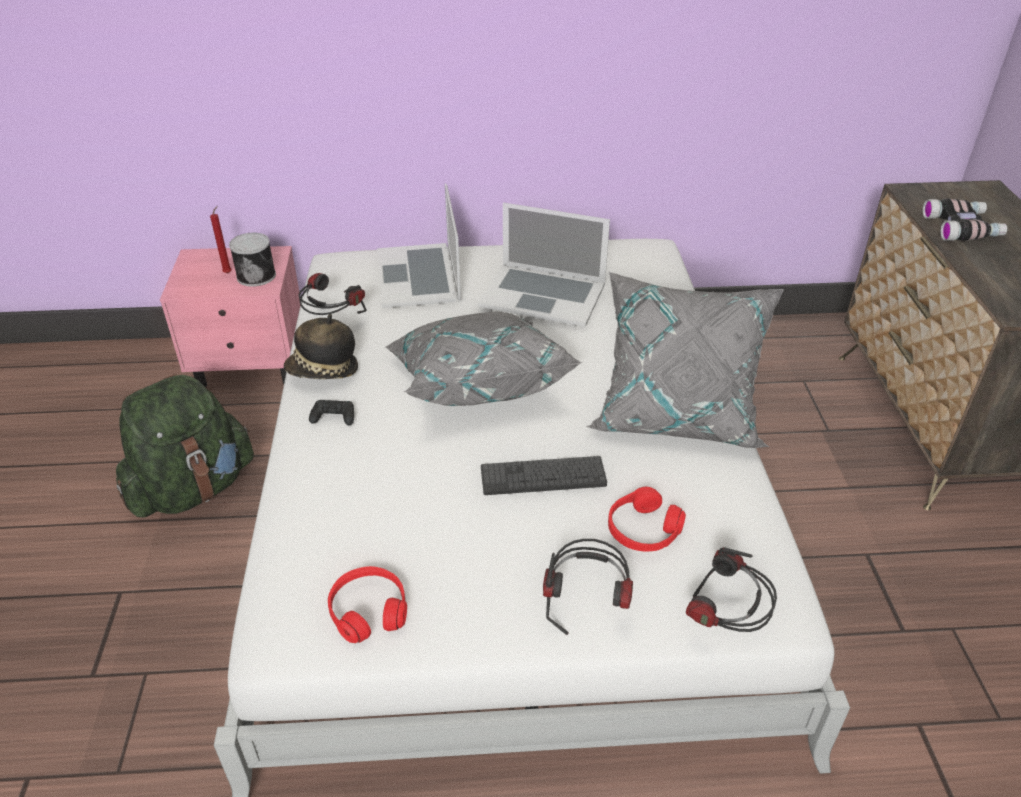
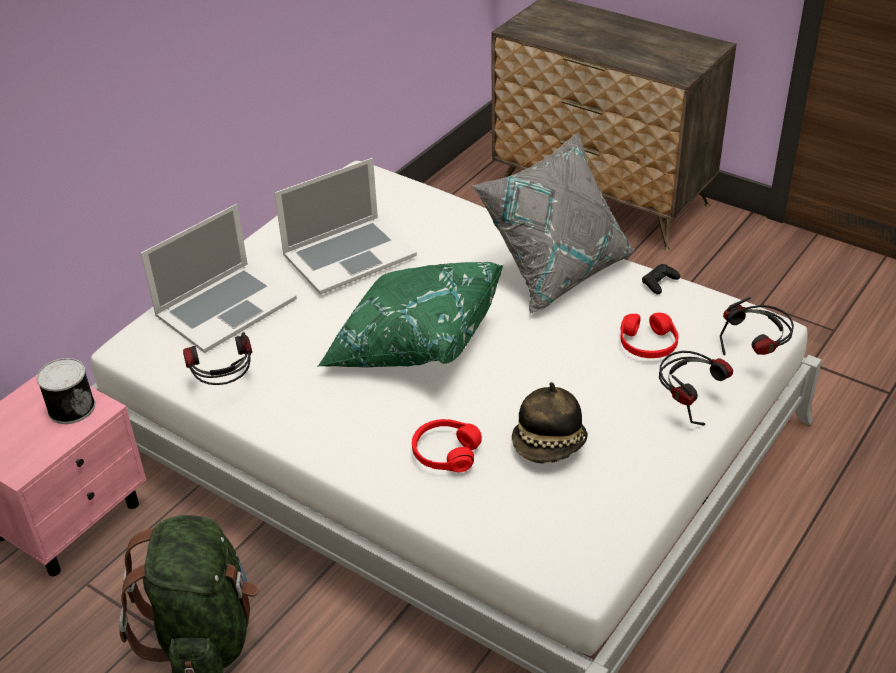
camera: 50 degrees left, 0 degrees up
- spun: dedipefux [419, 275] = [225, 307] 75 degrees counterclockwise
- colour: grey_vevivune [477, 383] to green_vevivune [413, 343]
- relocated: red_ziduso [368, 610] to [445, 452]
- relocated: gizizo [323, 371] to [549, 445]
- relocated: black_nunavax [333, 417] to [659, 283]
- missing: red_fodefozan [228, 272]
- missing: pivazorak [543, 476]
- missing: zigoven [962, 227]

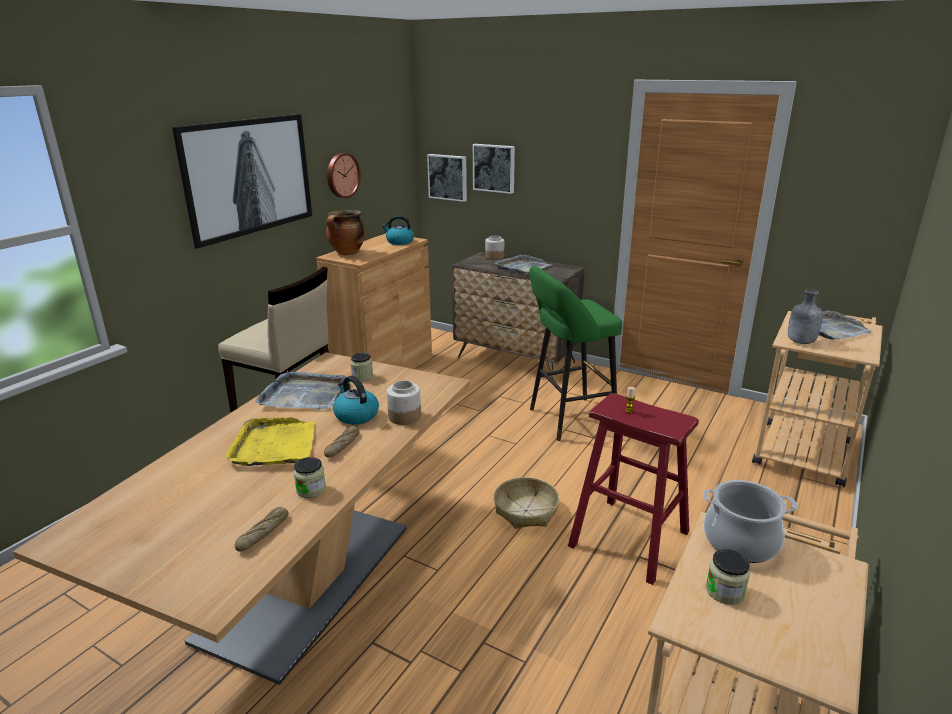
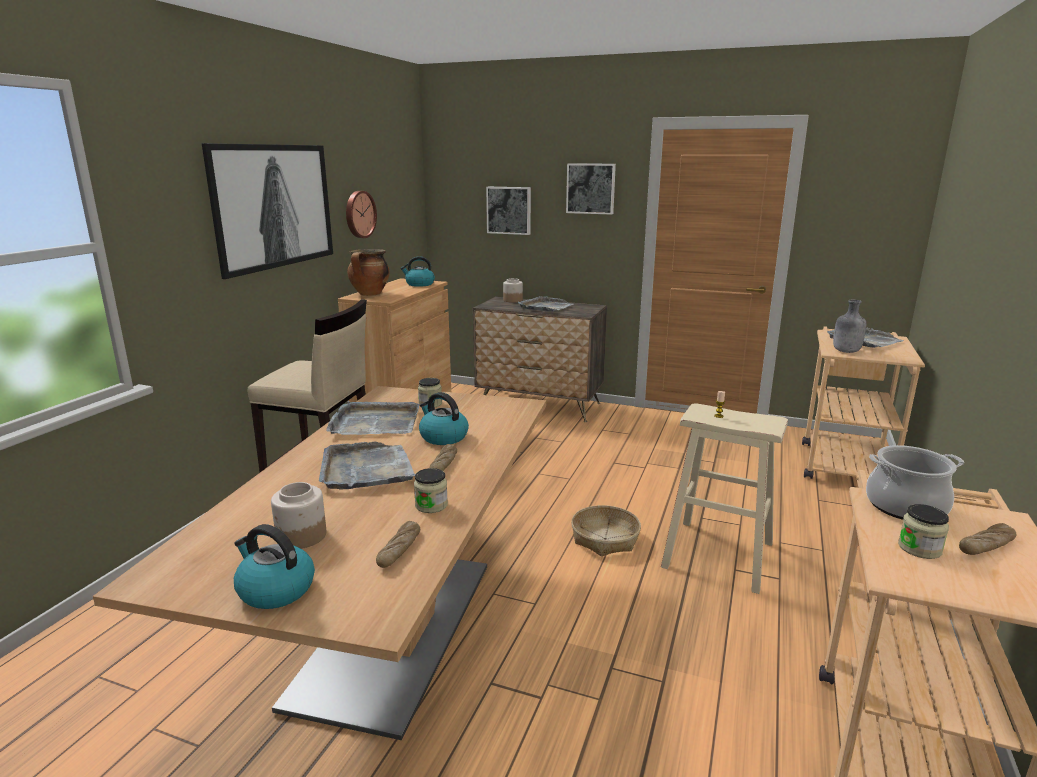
camera: 10 degrees left, 5 degrees down
- appeared: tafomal [275, 590]
- relocated: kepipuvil [404, 417] to [301, 536]
- colour: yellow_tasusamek [274, 445] to grey_tasusamek [367, 469]
- relocated: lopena [448, 177] to [591, 188]
- colour: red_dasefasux [629, 539] to beige_dasefasux [718, 554]
- appeared: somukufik [986, 546]
- missing: green_dasefasux [567, 419]

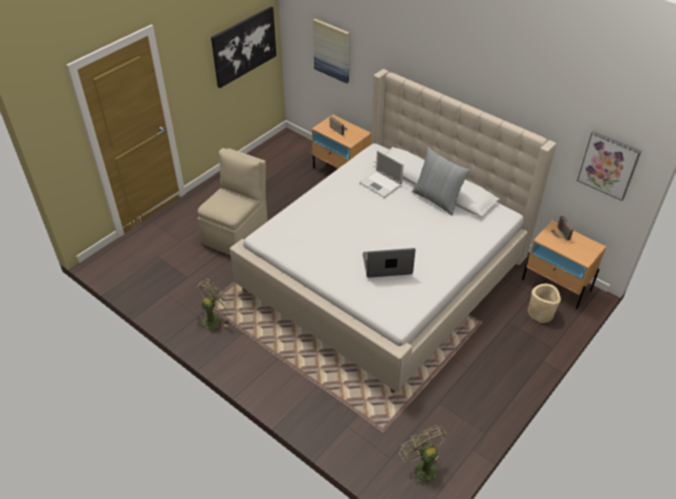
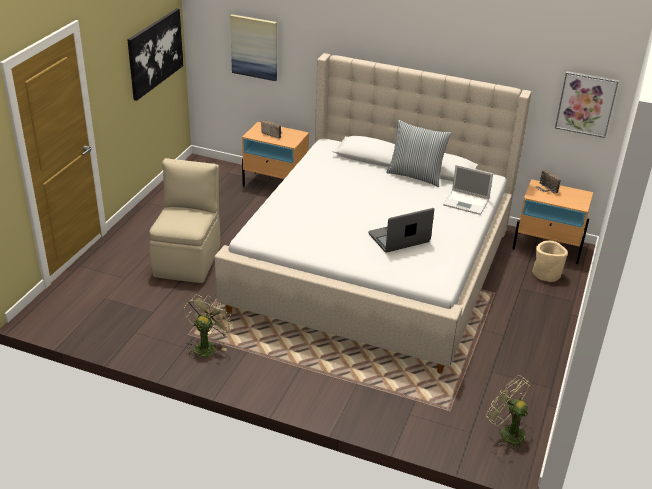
camera: 20 degrees left, 10 degrees down
- relocated: dedipefux [381, 184] to [467, 202]

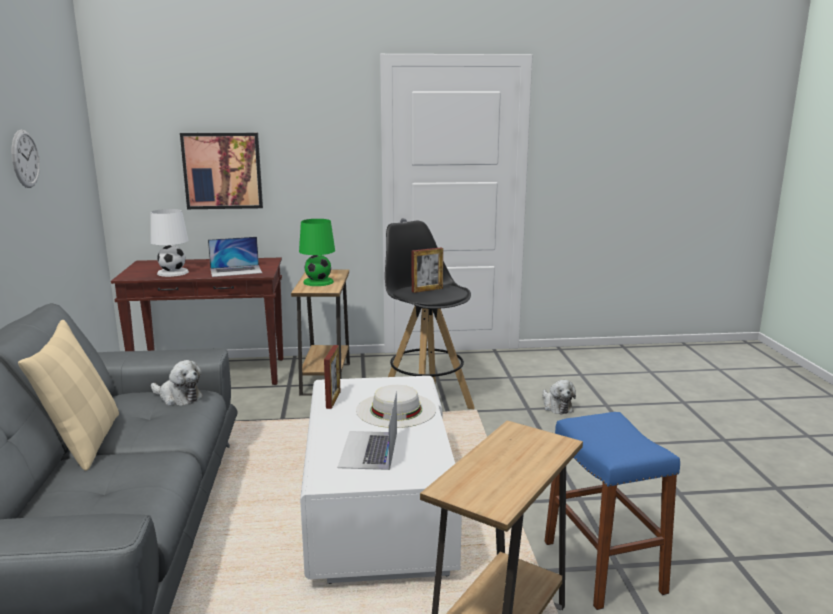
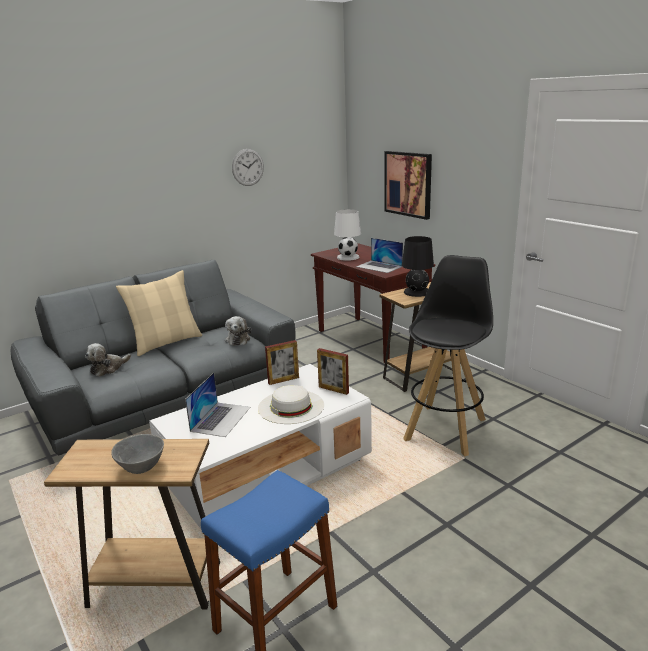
camera: 60 degrees right, 5 degrees up
- relocated: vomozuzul [556, 406] to [108, 368]
- appeared: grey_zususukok [141, 468]
- spun: dedipefux [369, 449] = [221, 419] 135 degrees clockwise
- relocated: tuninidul [427, 290] to [333, 390]
- colour: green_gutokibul [318, 282] to black_gutokibul [416, 292]

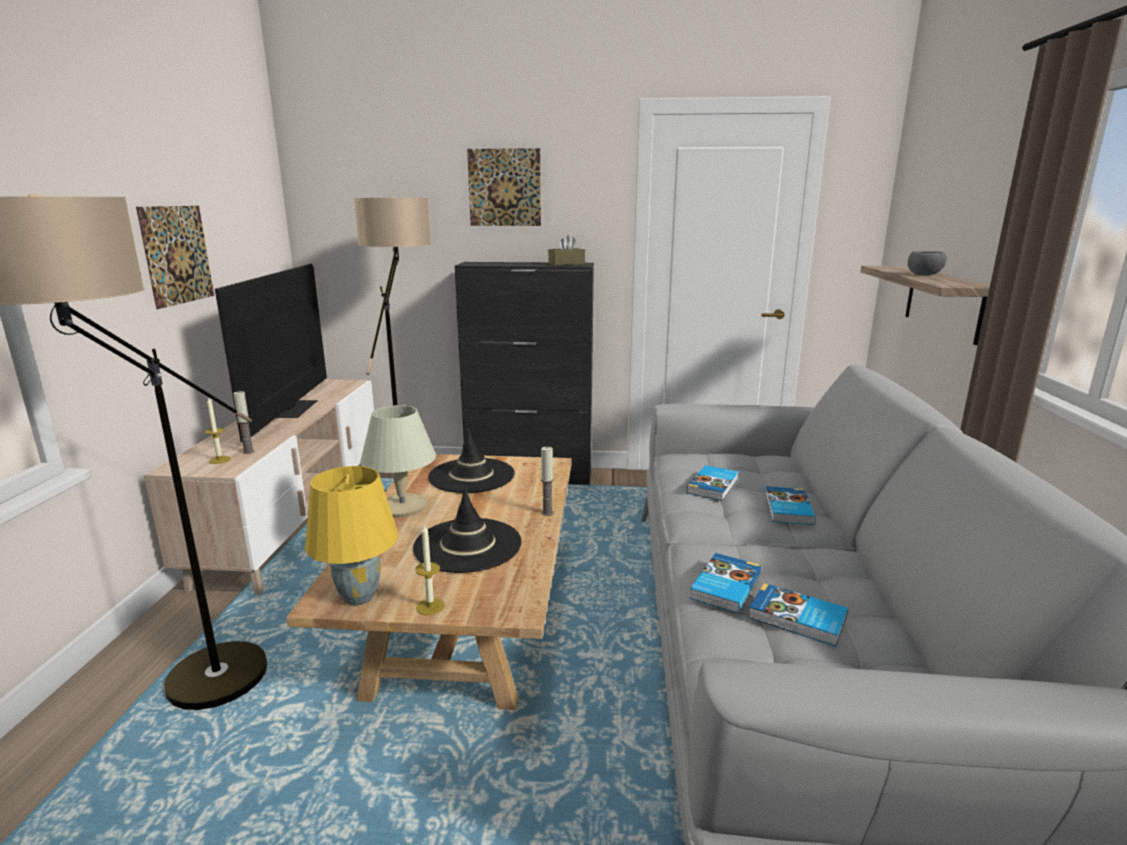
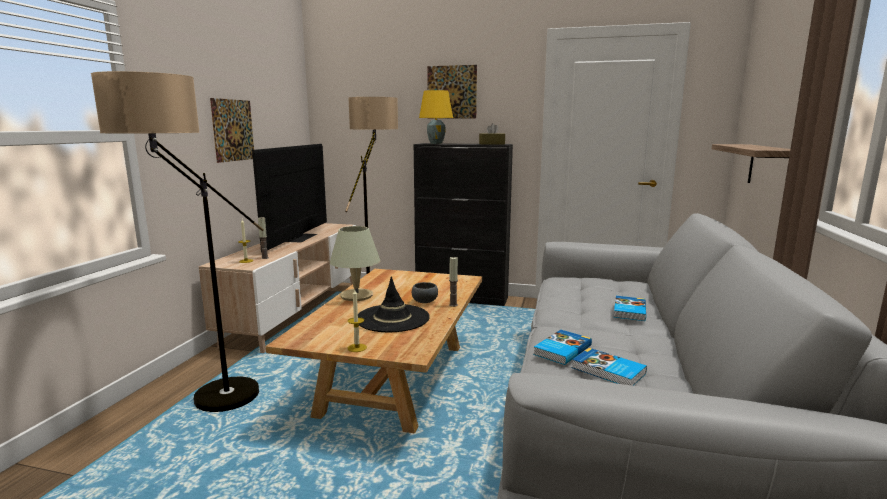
camera: 10 degrees right, 5 degrees down
- relocated: grey_zususukok [925, 275] to [425, 302]
- relocated: yellow_gutokibul [359, 596] to [436, 143]
- missing: black_gizizo [472, 476]
- missing: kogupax [714, 486]

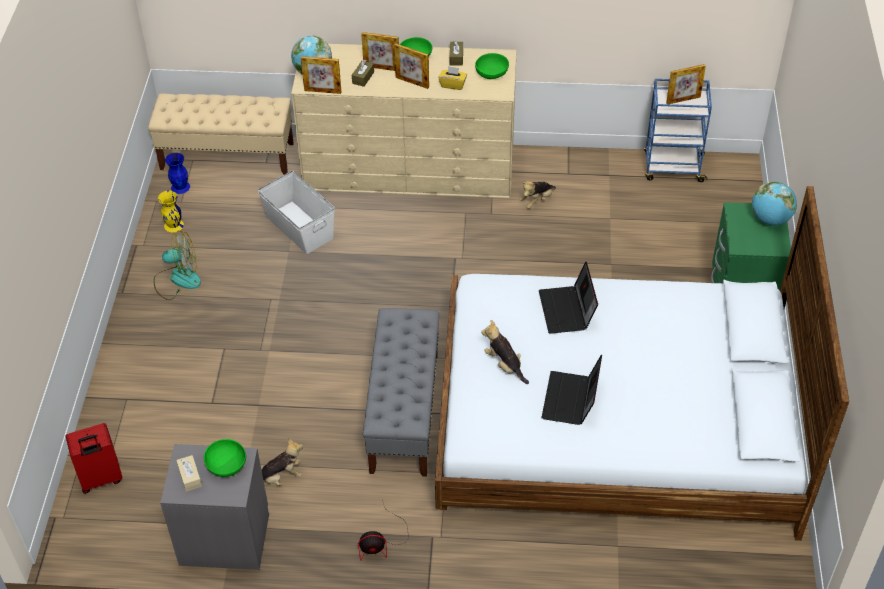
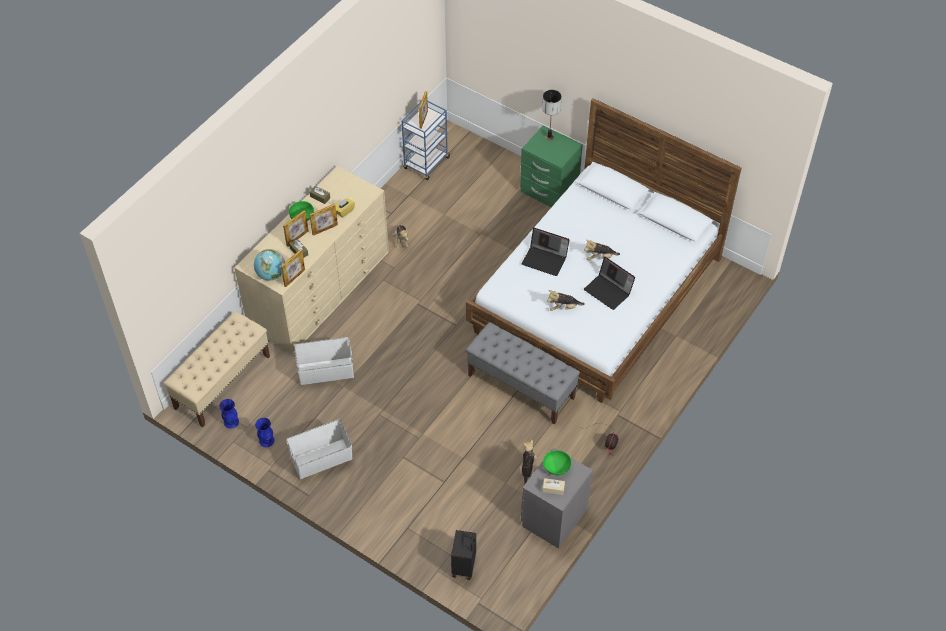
camera: 60 degrees left, 5 degrees up
- colour: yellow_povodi [173, 225] to blue_povodi [267, 440]
- exchanged: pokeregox [177, 279] to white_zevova [321, 458]
- colour: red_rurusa [101, 479] to black_rurusa [464, 566]
- exchanged: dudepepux [770, 219] to gutokibul [549, 137]
- appeared: vomozuzul [599, 257]
- missing: green_zususukok [492, 74]

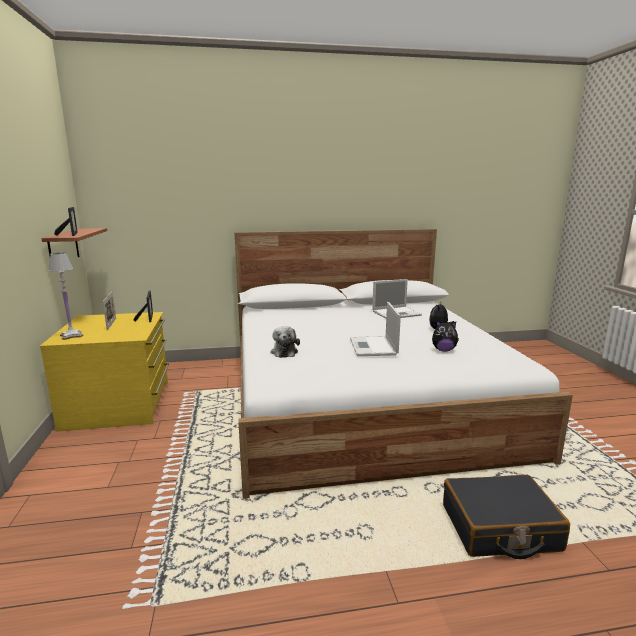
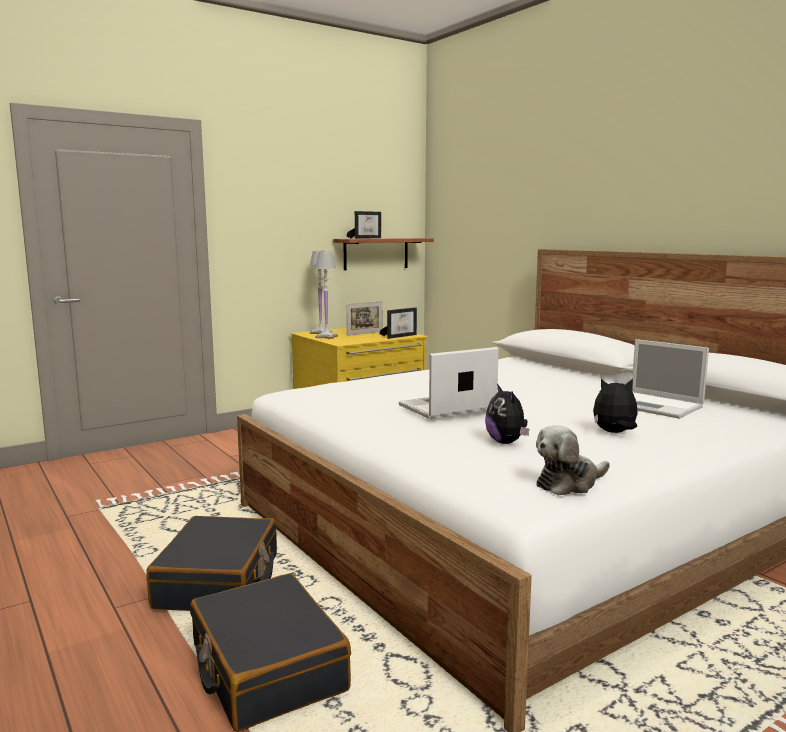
camera: 65 degrees right, 5 degrees down
- appeared: black_rurusa [219, 581]
- appeared: white_gutokibul [327, 337]
- relocated: vomozuzul [284, 352] to [569, 483]

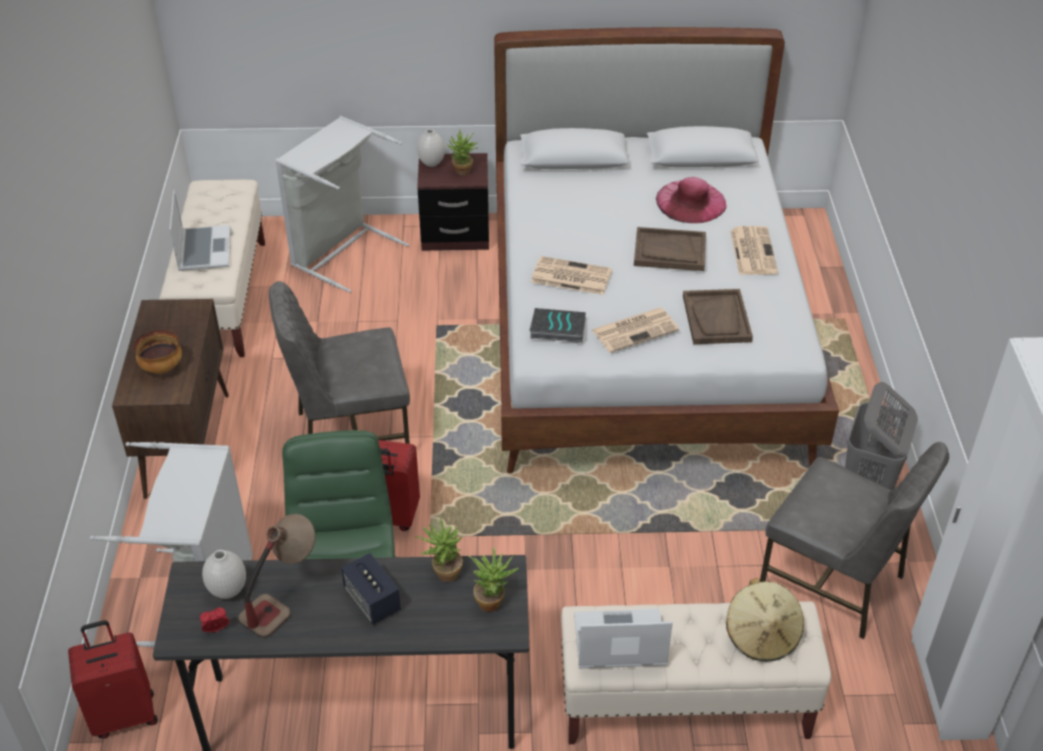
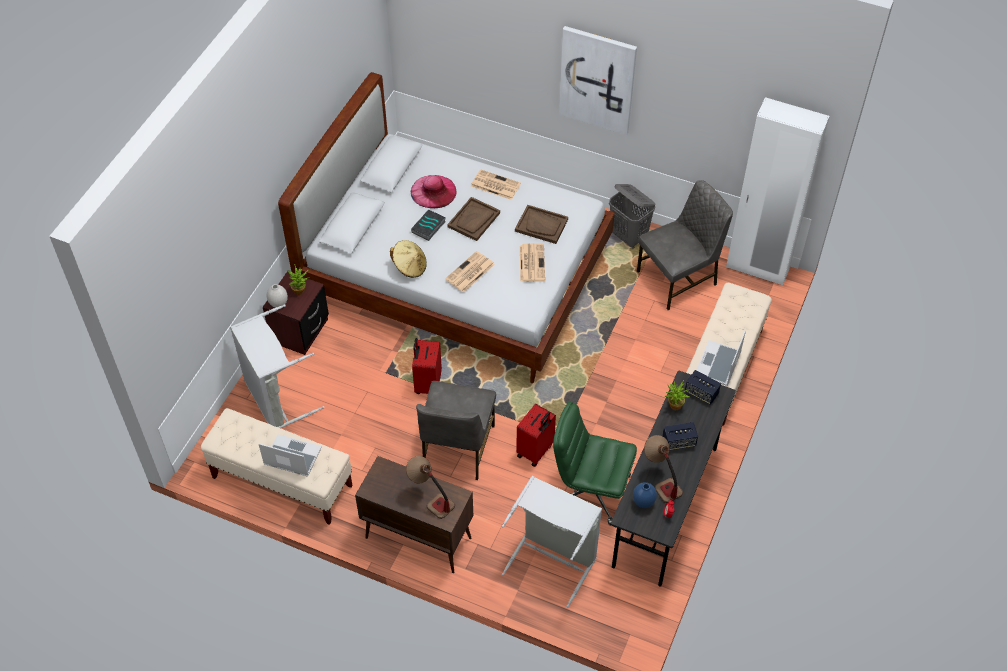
camera: 65 degrees left, 10 degrees up
- relocated: beige_gizizo [762, 636] to [409, 266]
- exchanged: zususukok [161, 367] to gutokibul [430, 498]
- relocated: kogupax [557, 330] to [429, 227]
- relocated: red_rurusa [124, 714] to [427, 384]
- appeared: lopena [597, 79]
- colour: white_povodi [227, 591] to blue_povodi [643, 503]
- exchanged: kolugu [493, 601] to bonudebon [701, 393]

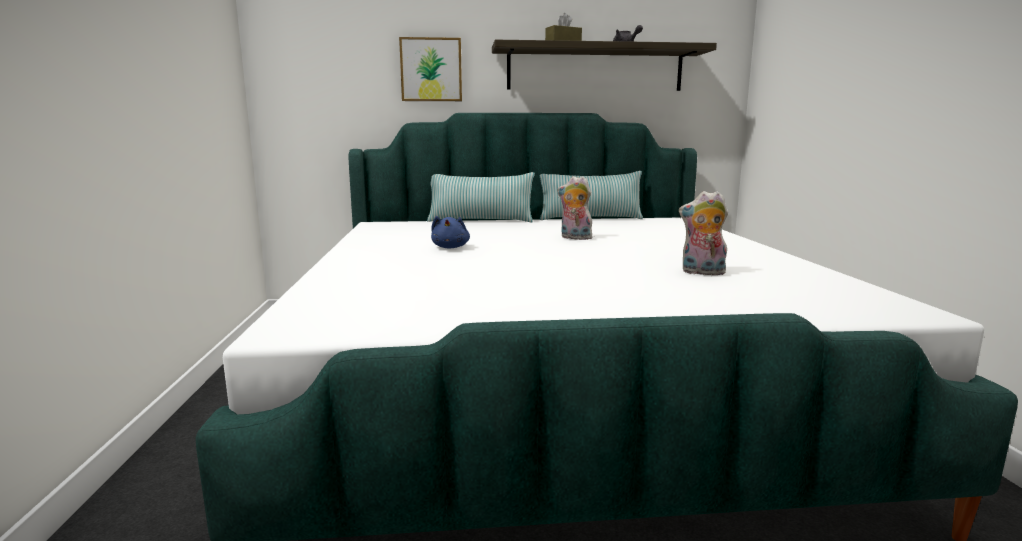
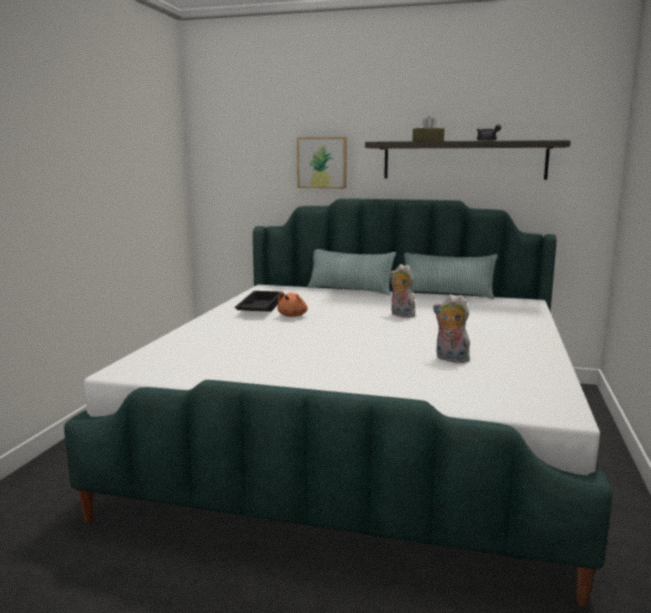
camera: 20 degrees right, 0 degrees up
- appeared: black_tasusamek [259, 308]
- colour: blue_vomozuzul [450, 247] to orange_vomozuzul [293, 316]

